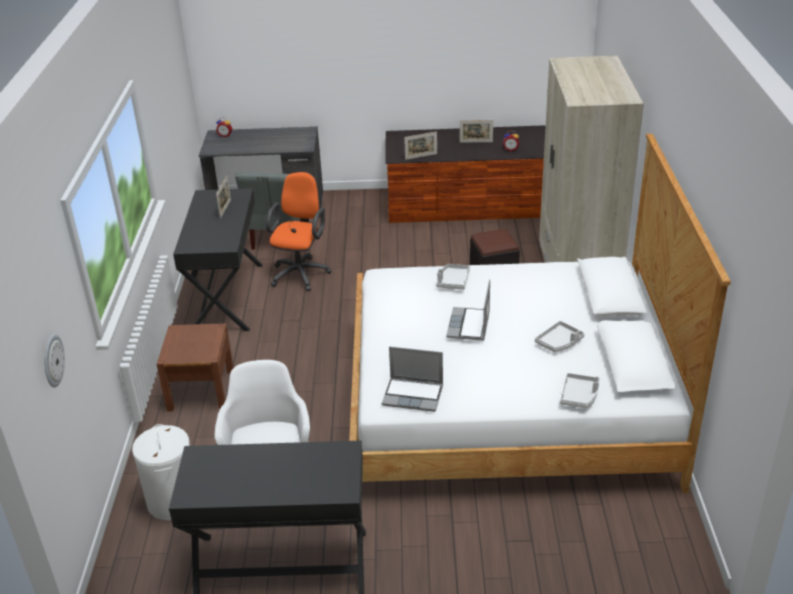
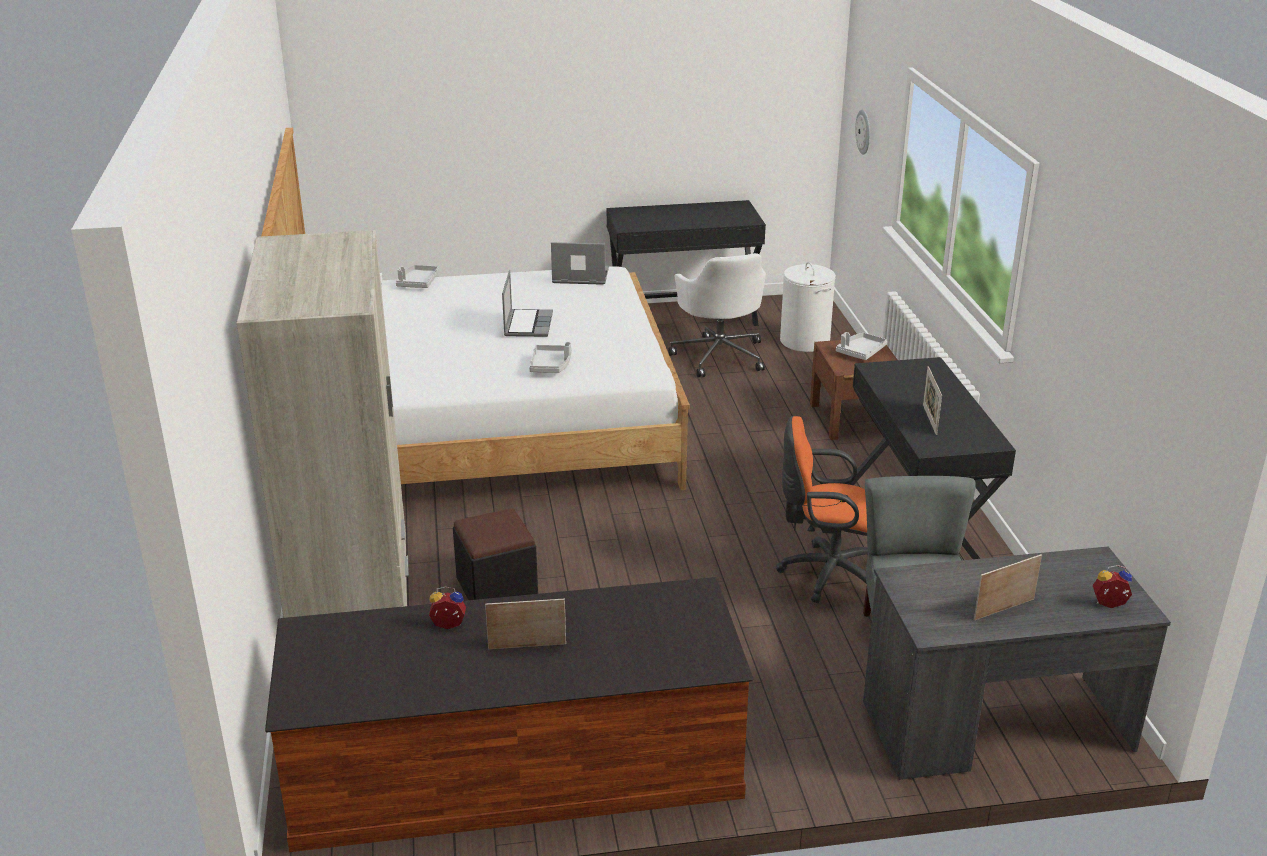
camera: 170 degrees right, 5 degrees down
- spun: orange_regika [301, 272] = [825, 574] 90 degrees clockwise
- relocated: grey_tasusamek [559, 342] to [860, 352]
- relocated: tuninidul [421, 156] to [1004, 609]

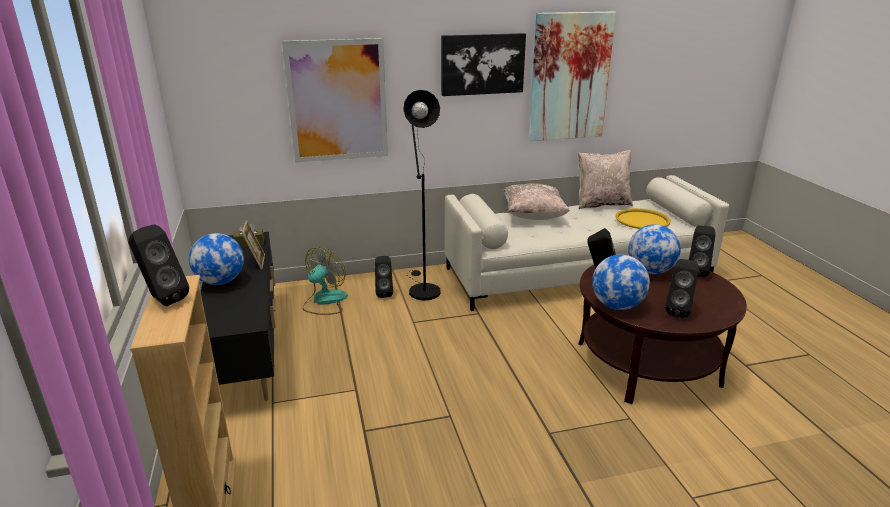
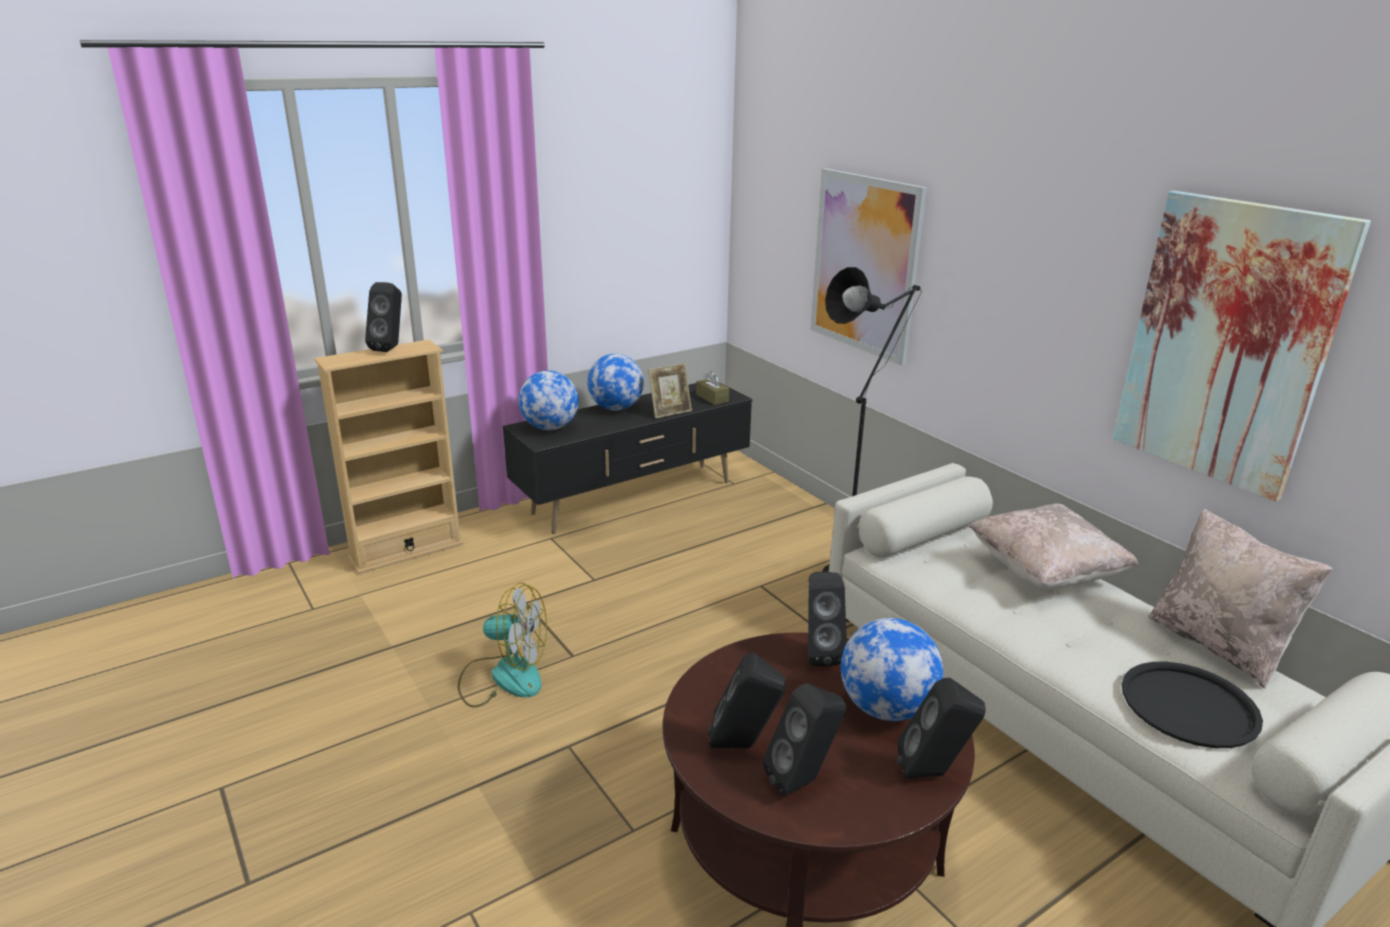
camera: 70 degrees right, 0 degrees up
- relocated: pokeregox [324, 301] to [503, 677]
- relocated: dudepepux [617, 306] to [550, 428]
- relocated: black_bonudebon [384, 293] to [803, 780]
- colour: yellow_tasusamek [642, 220] to black_tasusamek [1188, 705]
- missing: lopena [482, 64]

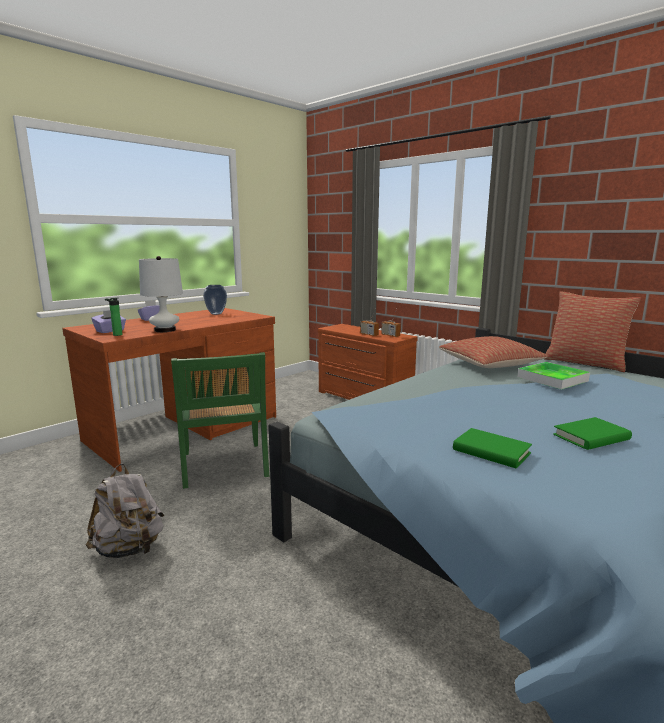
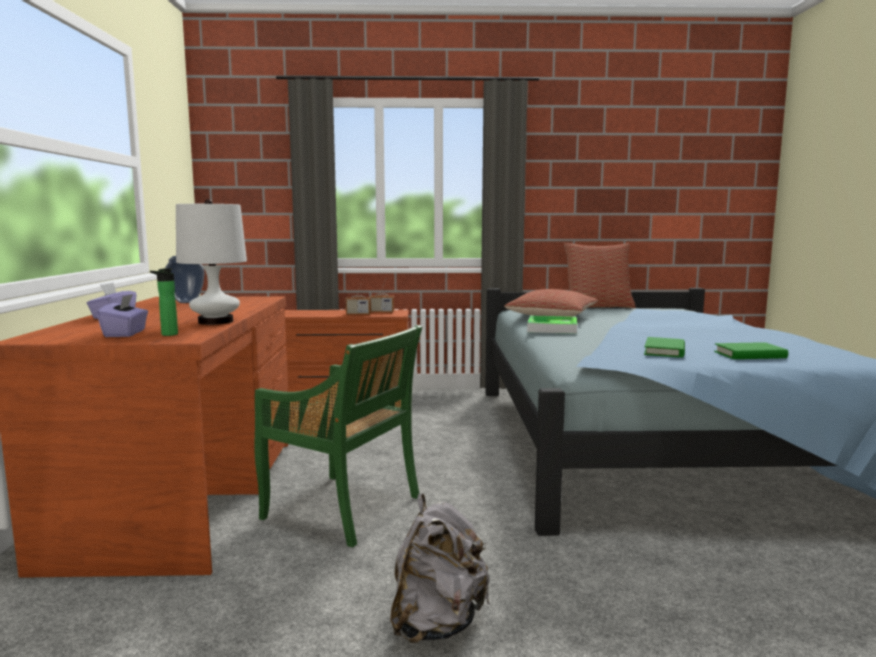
camera: 45 degrees left, 5 degrees down
- relocated: tasusamek [552, 379] to [552, 328]
- relocated: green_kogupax [591, 437] to [664, 351]

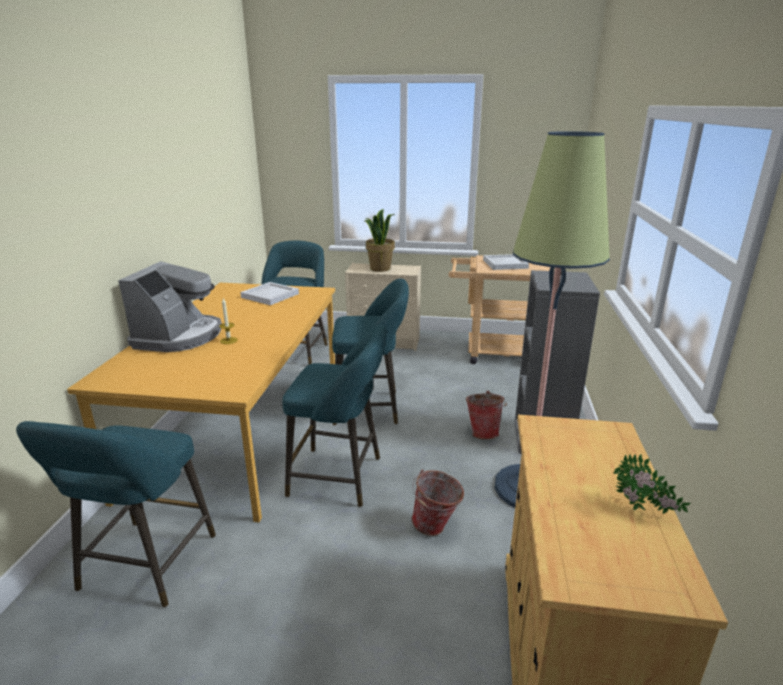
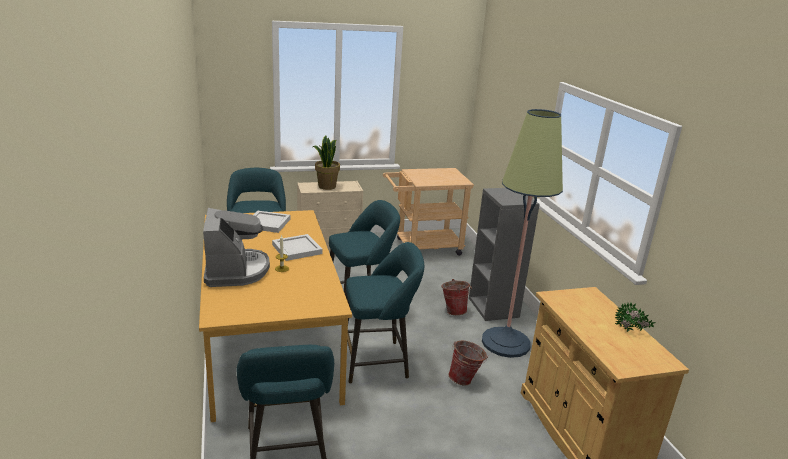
camera: 25 degrees left, 0 degrees up
- relocated: white_tasusamek [505, 264] to [297, 249]

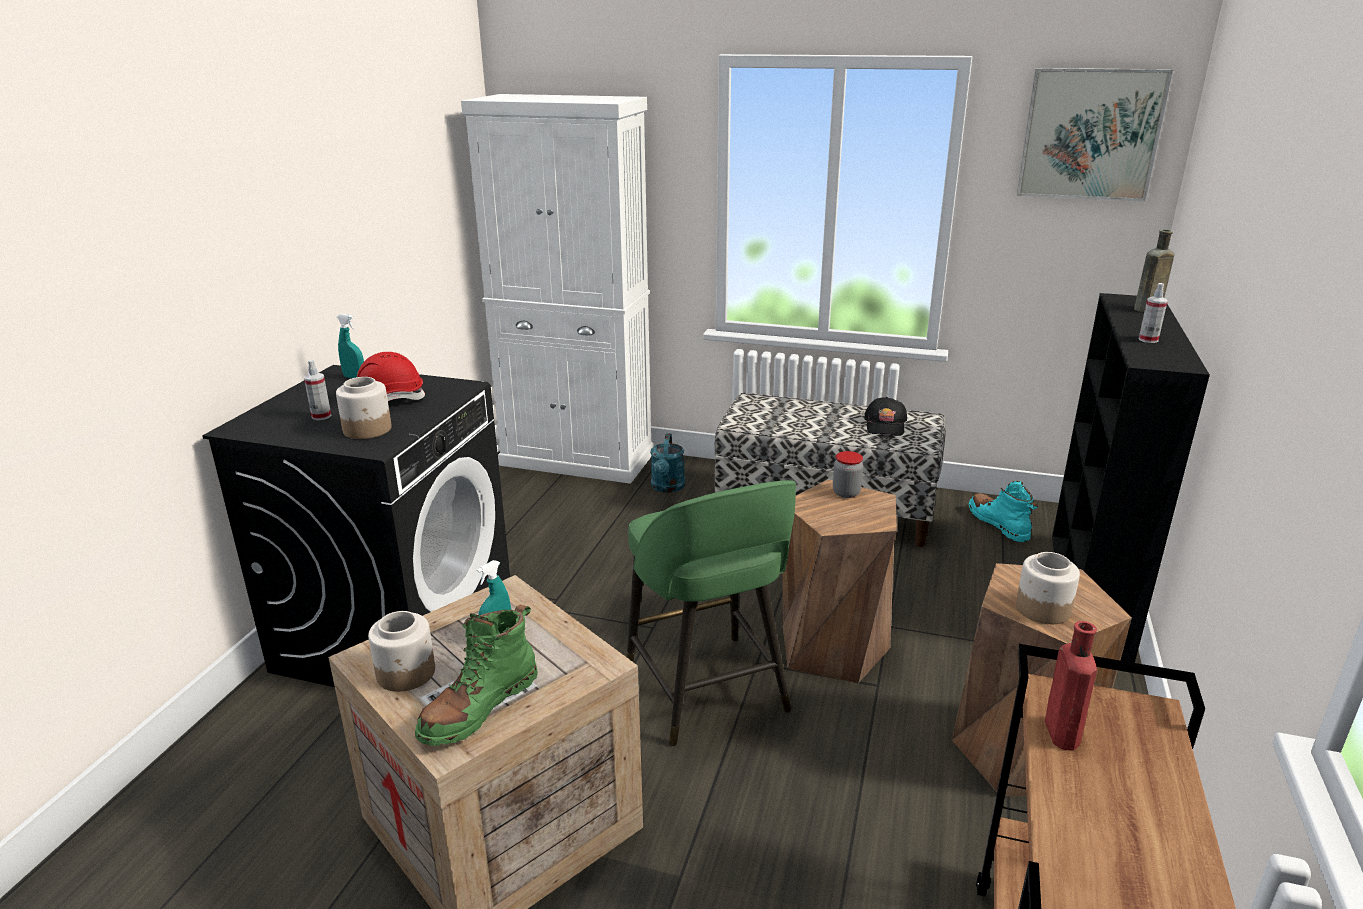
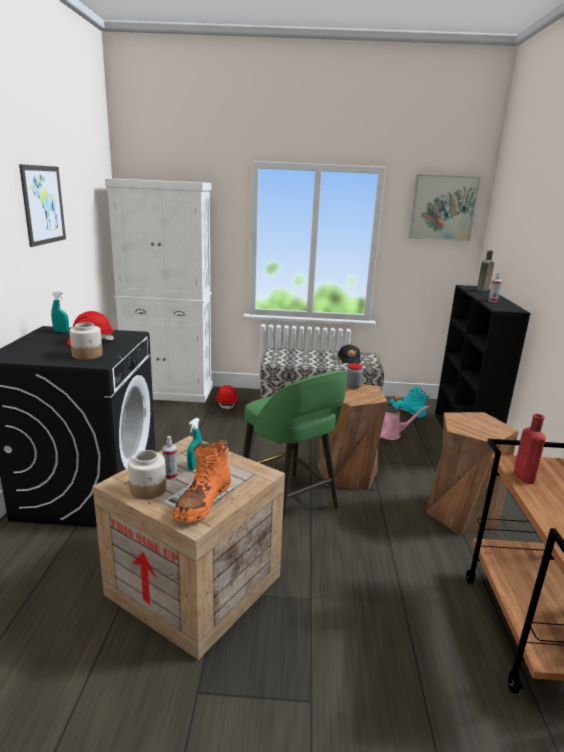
camera: 15 degrees left, 5 degrees down
- appeared: lopena [43, 205]
- relocated: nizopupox [321, 416] to [170, 476]
- colour: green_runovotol [479, 707] to orange_runovotol [203, 502]
- exchanged: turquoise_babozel [667, 487] to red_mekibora [227, 403]
- appeared: pink_babozel [390, 434]
- missing: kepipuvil [1042, 609]

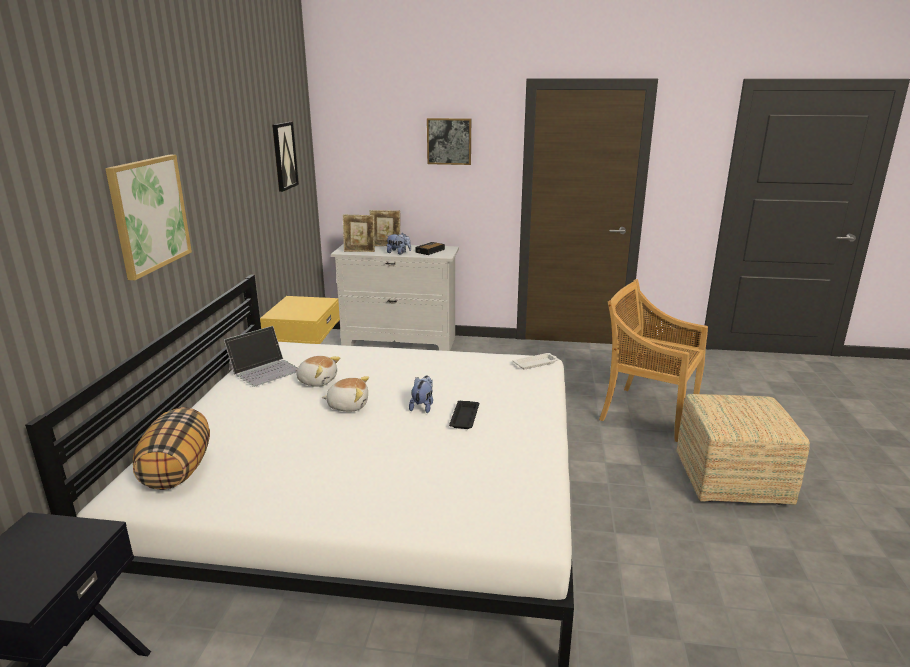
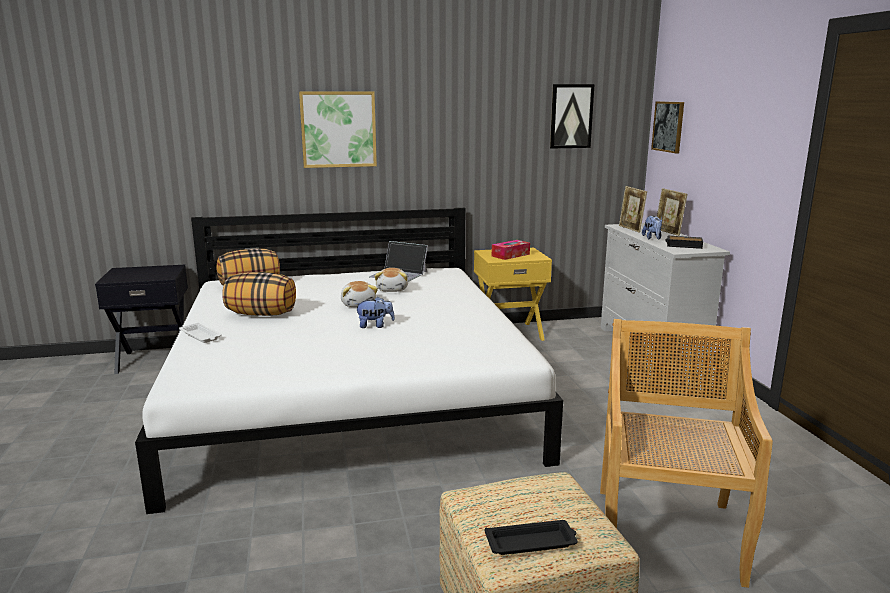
camera: 70 degrees right, 5 degrees down
- relocated: white_tasusamek [536, 363] to [201, 336]
- appeared: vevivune [262, 314]
- relocated: black_tasusamek [464, 417] to [532, 542]
- appeared: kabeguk [510, 255]
- relocated: lopena [449, 141] to [668, 126]

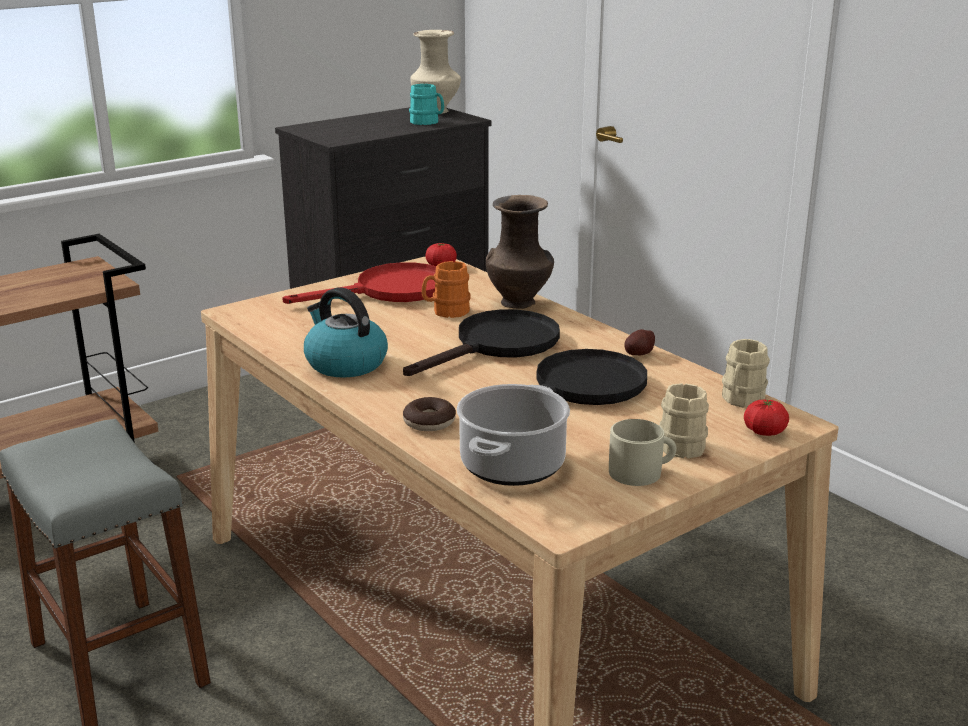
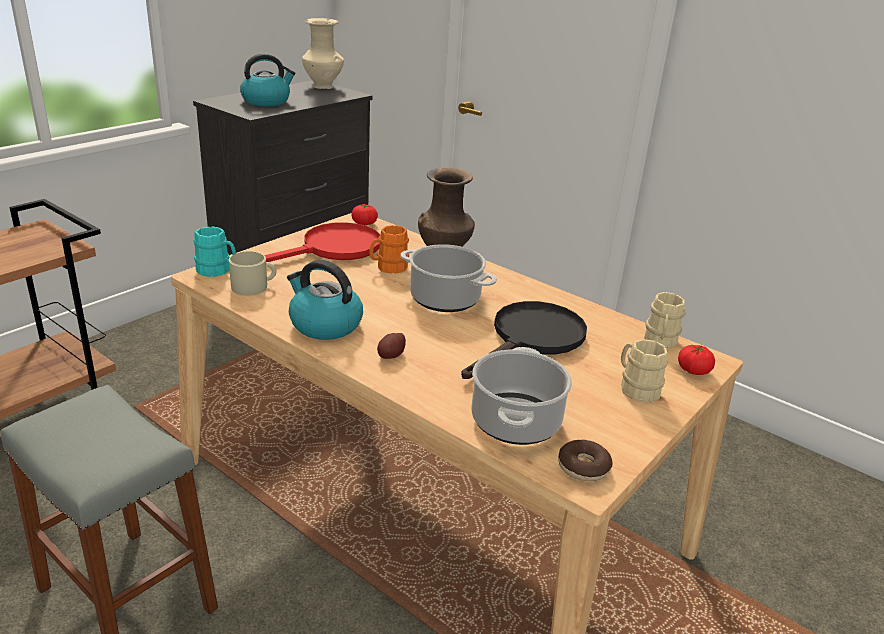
camera: 15 degrees left, 5 degrees up
- relocated: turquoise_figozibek [427, 122] to [217, 271]
- relocated: beige_figozibek [641, 472] to [254, 287]
- appeared: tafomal [266, 101]
- relocated: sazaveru [638, 354] to [391, 356]
- exchanged: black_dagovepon [497, 345] to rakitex [446, 299]
- relocated: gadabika [429, 422] to [583, 467]

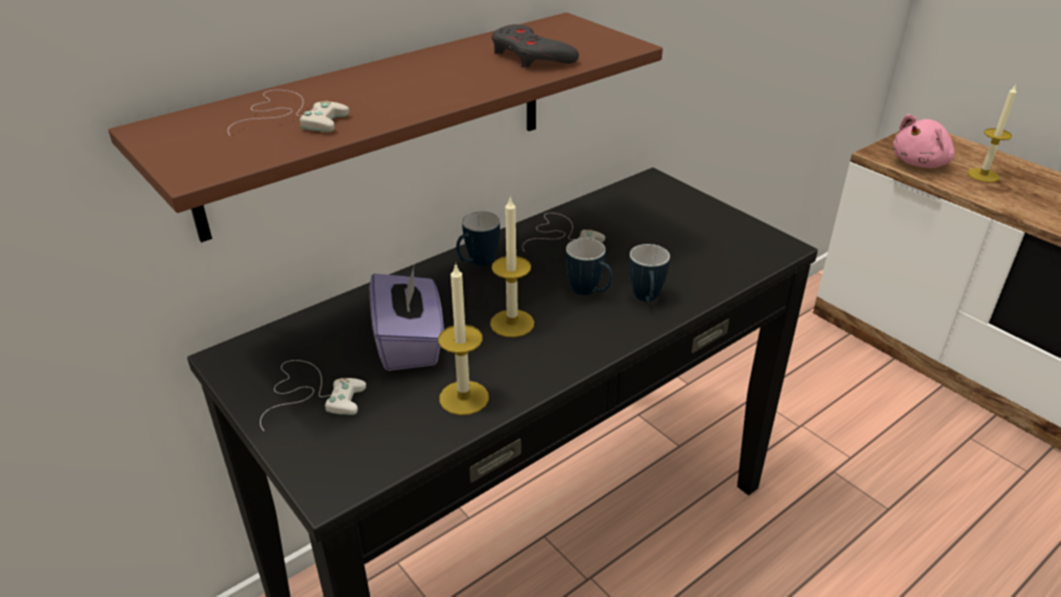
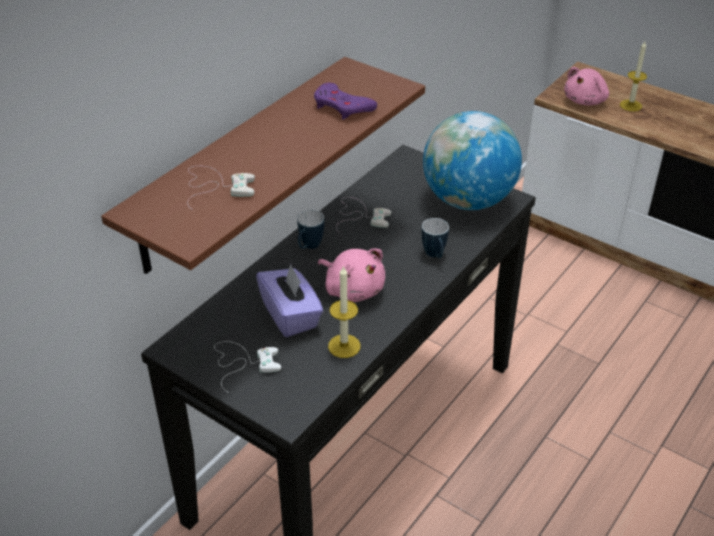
camera: 15 degrees left, 5 degrees up
- colour: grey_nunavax [531, 56] to purple_nunavax [342, 106]
- exchanged: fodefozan [512, 323] to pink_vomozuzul [353, 289]
- appeared: dudepepux [468, 200]
- missing: figozibek [589, 293]

